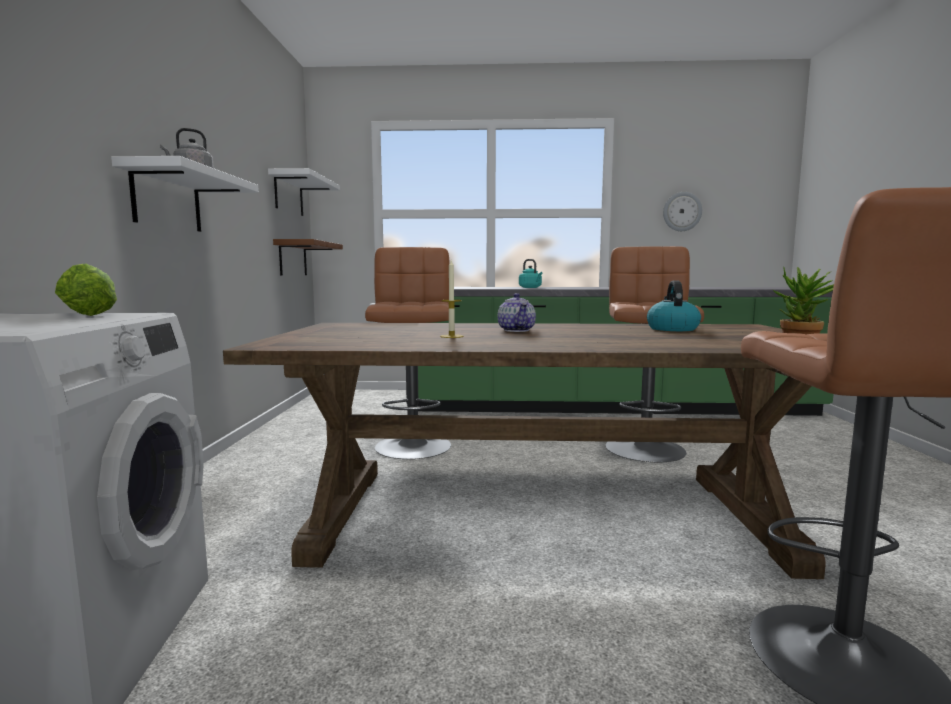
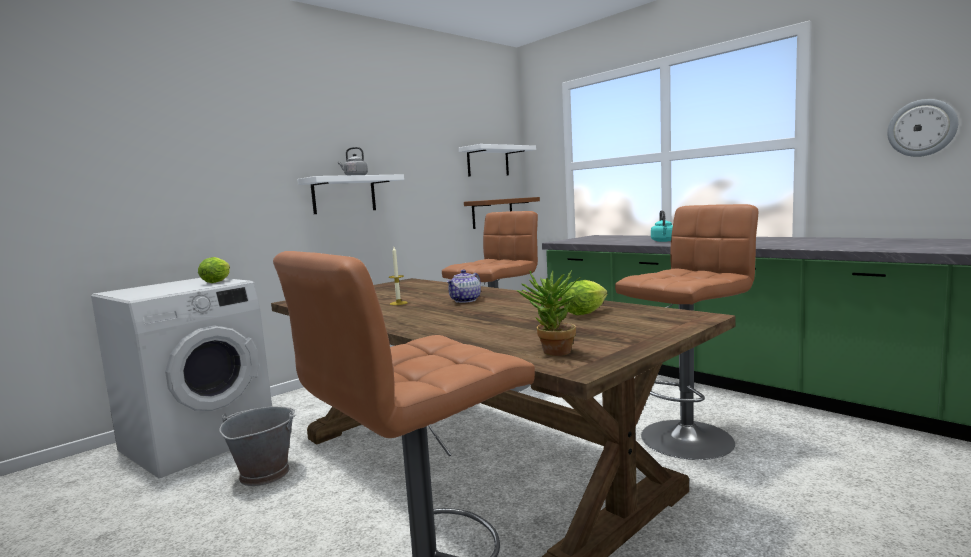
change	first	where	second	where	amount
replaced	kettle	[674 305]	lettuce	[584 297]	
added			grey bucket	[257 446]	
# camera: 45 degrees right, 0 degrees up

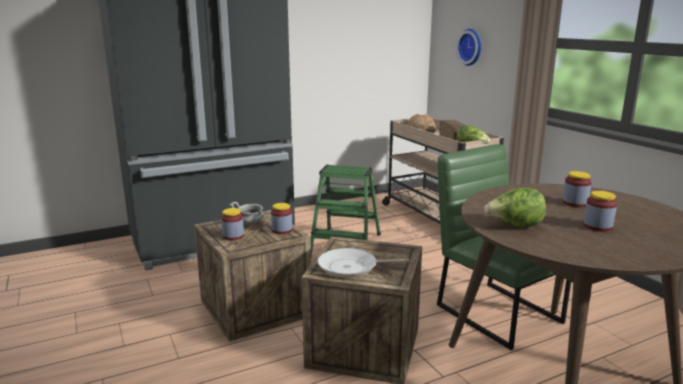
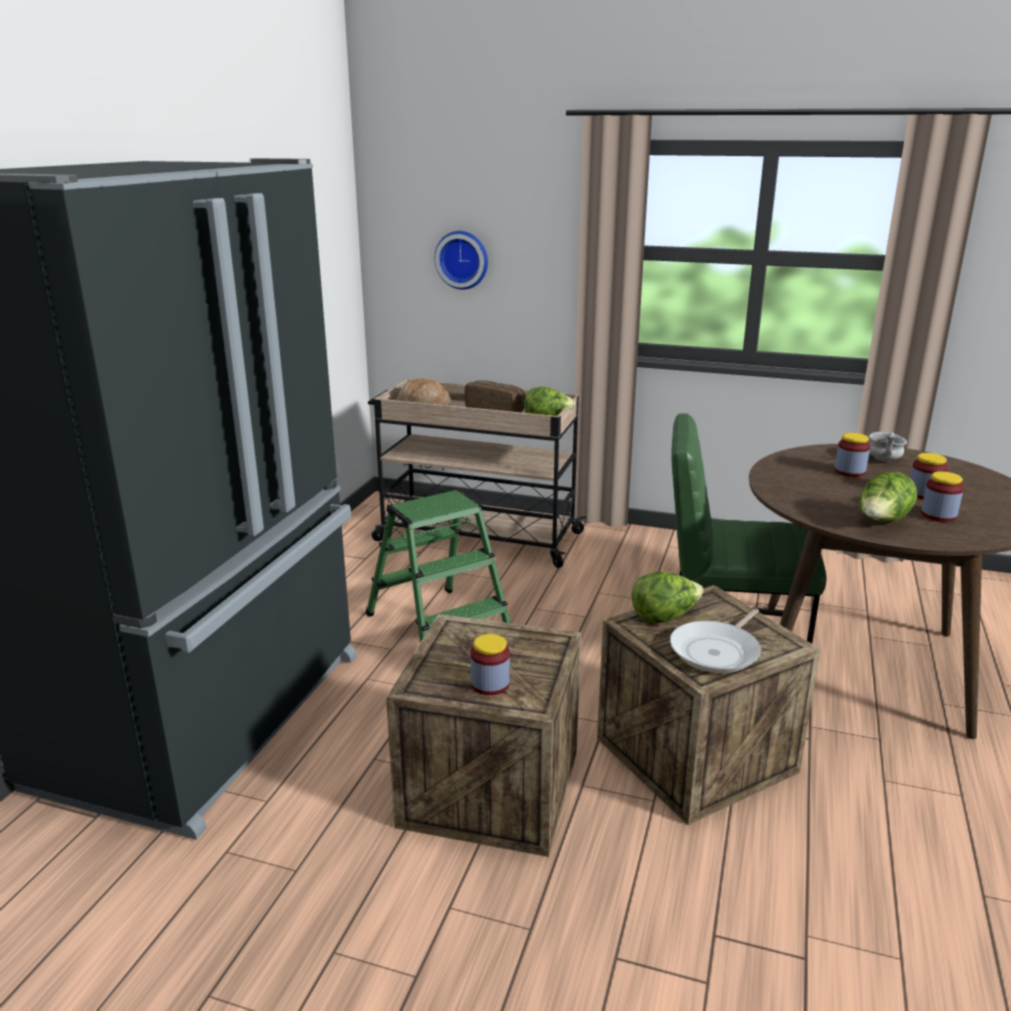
change	first	where	second	where	amount
moved	grey bowl	[246 213]		[887 446]	
moved	jar	[281 218]		[942 496]	
added			lettuce	[668 597]	
# camera: 45 degrees left, 5 degrees up

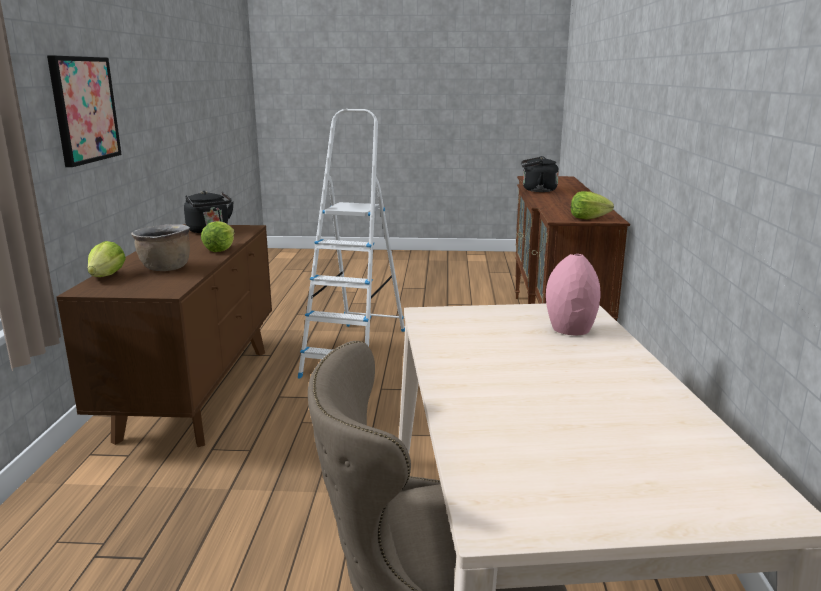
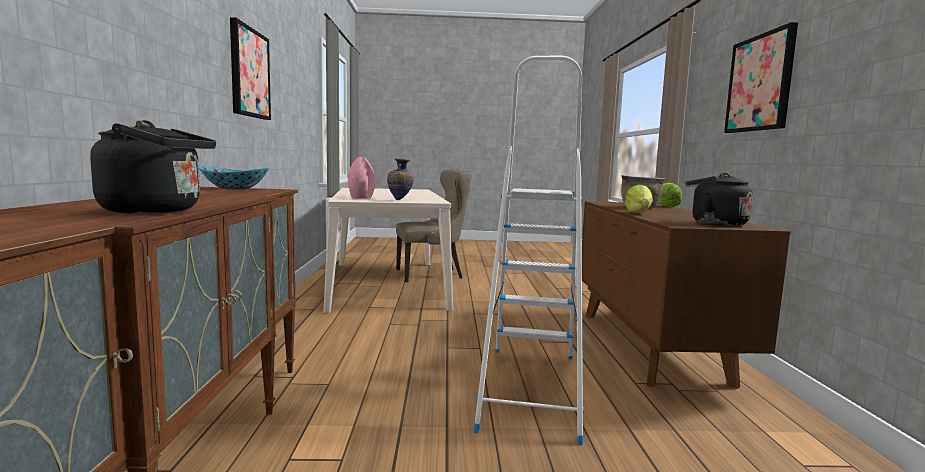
change	first	where	second	where	amount
replaced	lettuce	[592 205]	bowl	[234 178]	
added			picture	[250 68]	
added			vase	[400 179]	
# camera: 175 degrees right, 10 degrees down

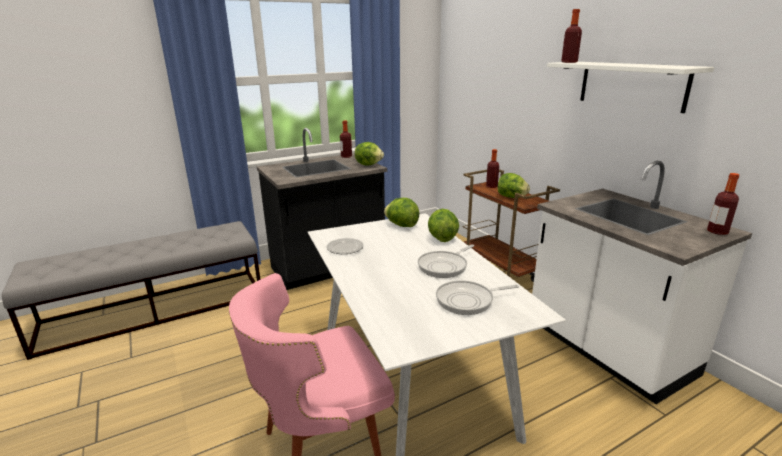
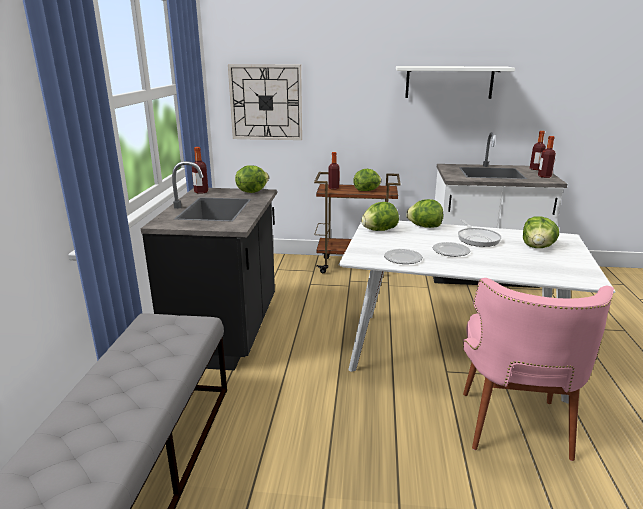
change	first	where	second	where	amount
moved	bottle	[571 36]		[547 157]	
replaced	frying pan	[477 298]	lettuce	[541 232]	
added			wall clock	[265 102]	
added			plate	[451 249]	
# camera: 55 degrees left, 0 degrees up

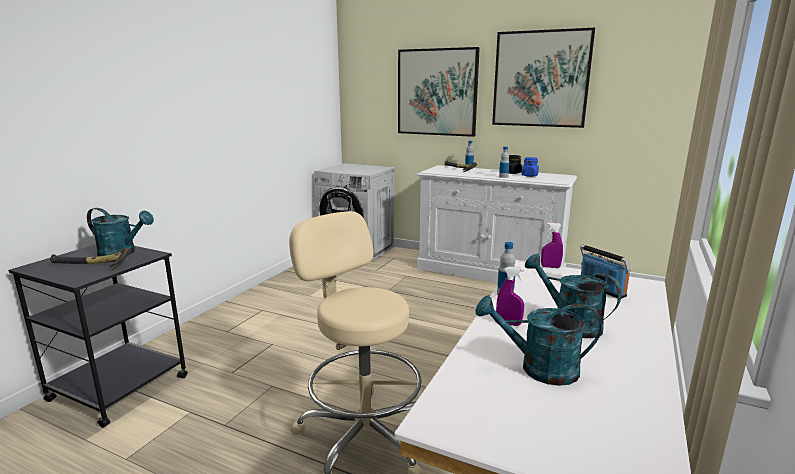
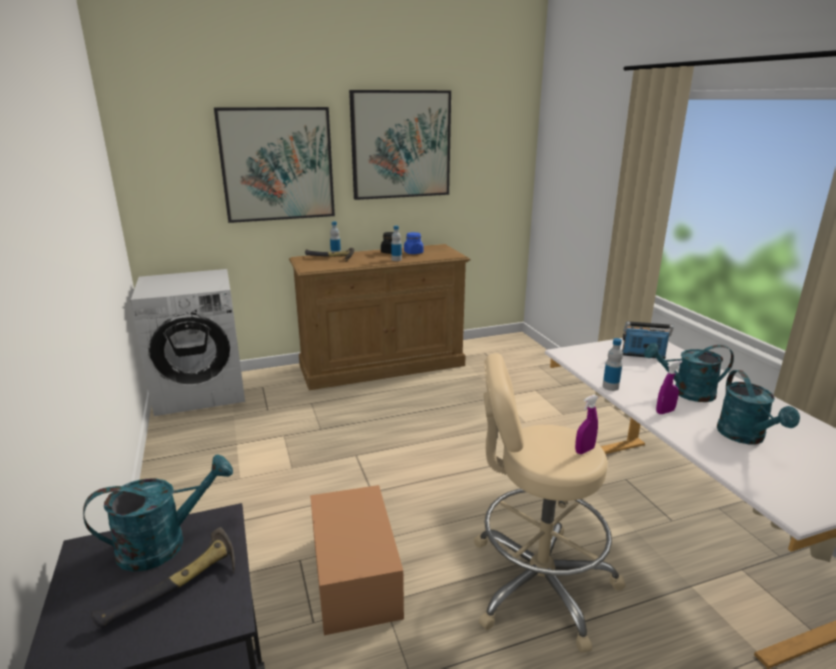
change	first	where	second	where	amount
recoloured	white cabinet	[497 224]	brown cabinet	[380 317]	
moved	purple spray bottle	[552 245]		[586 424]	
turned	turquoise watering can	[538 340]		[758 407]	60 degrees counterclockwise
added			cardboard box	[357 560]	
# camera: 45 degrees left, 5 degrees up

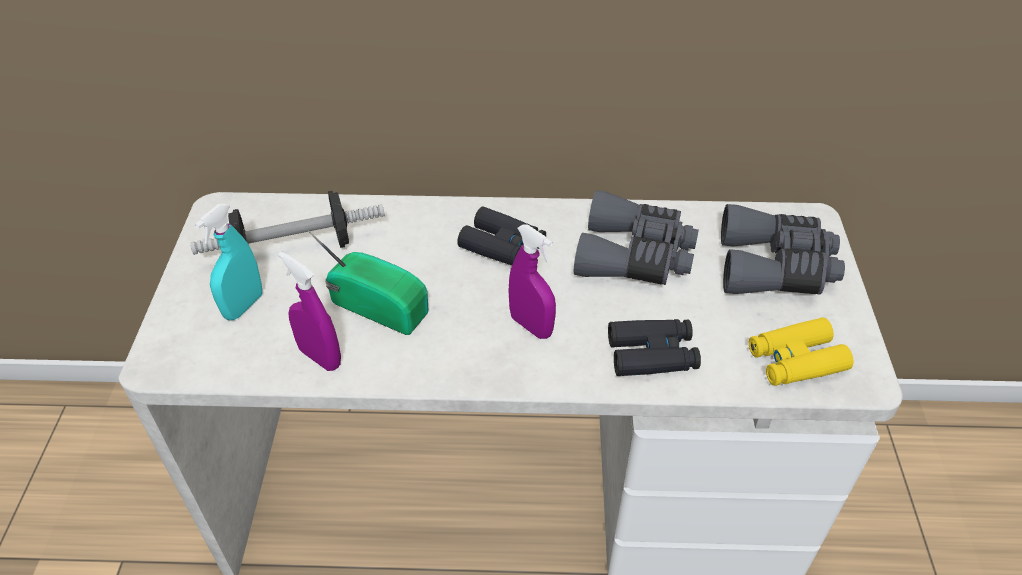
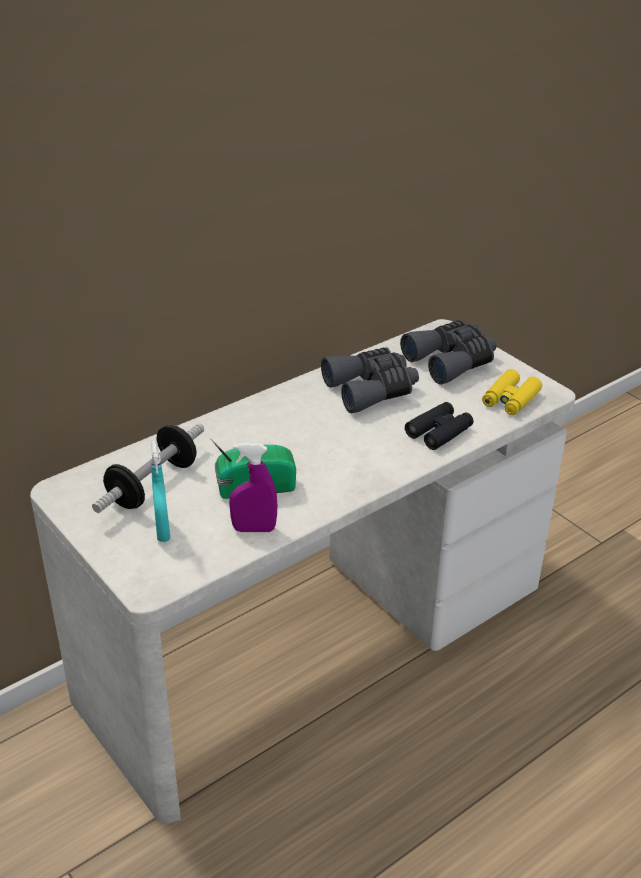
change	first	where	second	where	amount
removed	black binoculars	[501 236]			
removed	purple spray bottle	[532 281]			
# camera: 40 degrees left, 10 degrees down

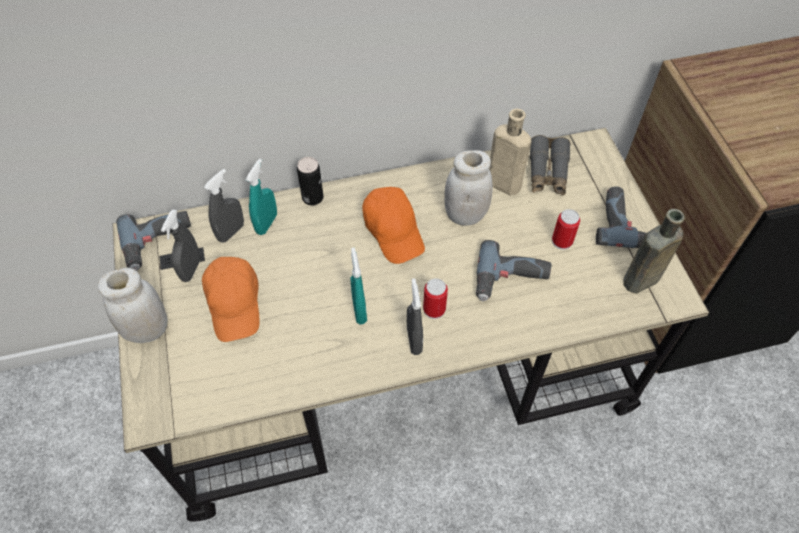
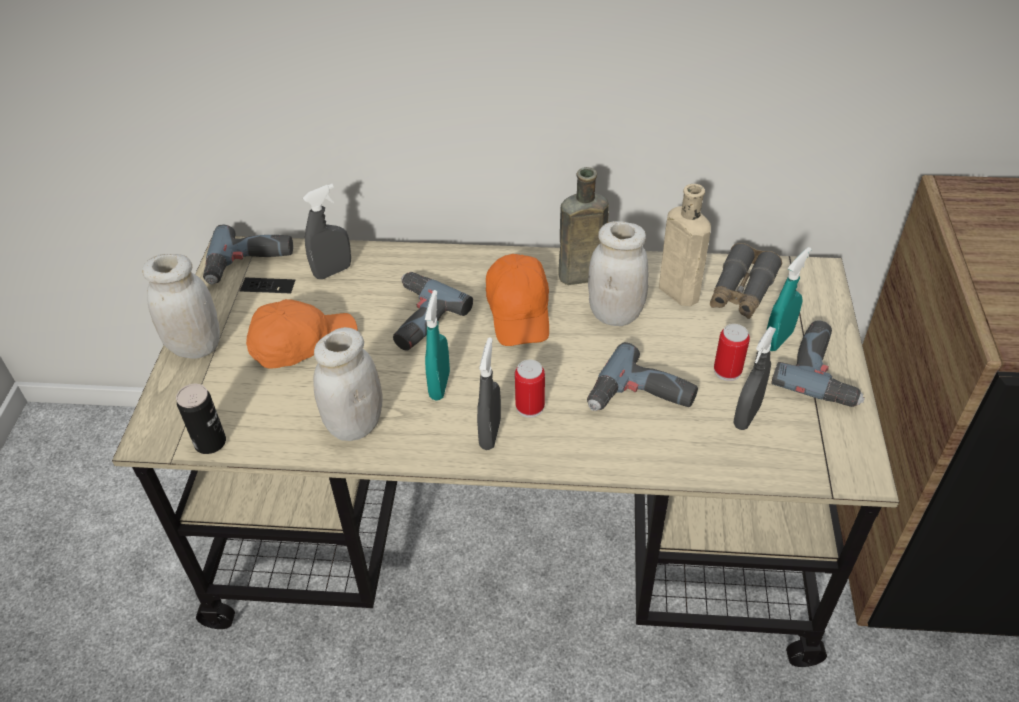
change	first	where	second	where	amount
moved	can	[310 181]		[201 419]	
moved	turquoise spray bottle	[261 197]		[789 299]	
moved	brown bottle	[654 251]		[583 226]	
moved	grey spray bottle	[181 246]		[754 378]	
turned	orange cap	[230 299]		[301 333]	120 degrees counterclockwise
added			power drill	[433 311]	
added			white jar	[347 384]	
# camera: 20 degrees right, 10 degrees down

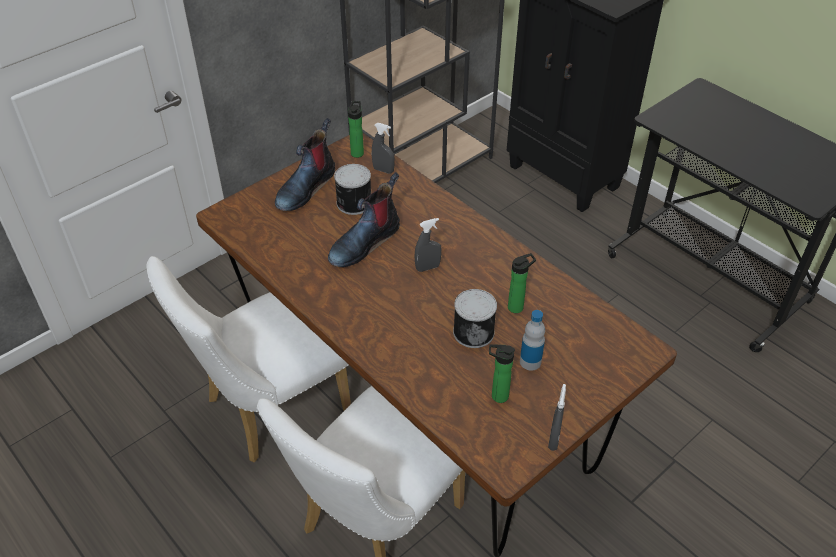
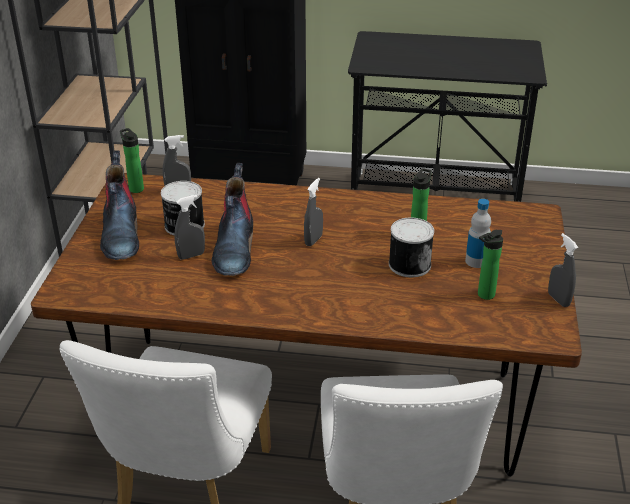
change	first	where	second	where	amount
added			grey spray bottle	[189 227]	
# camera: 40 degrees left, 10 degrees down

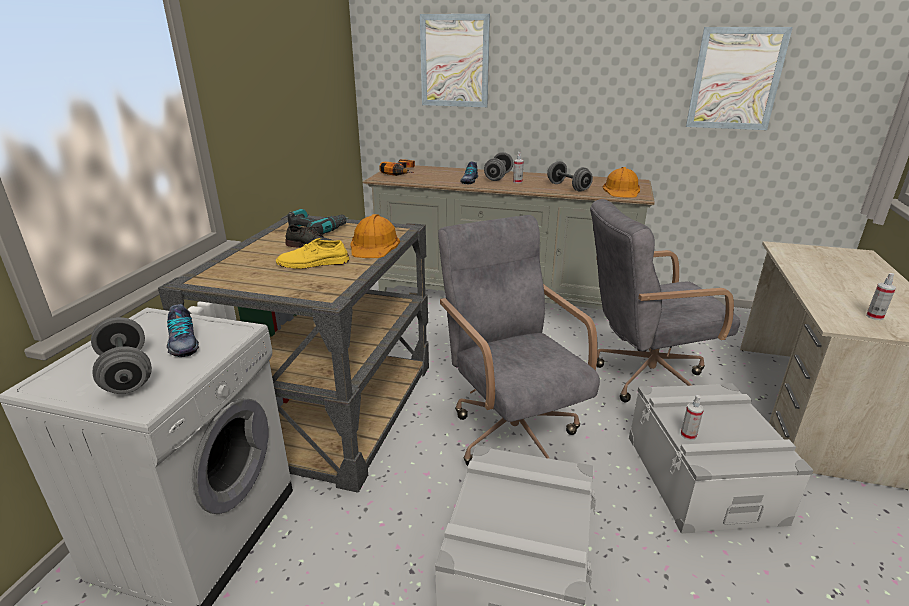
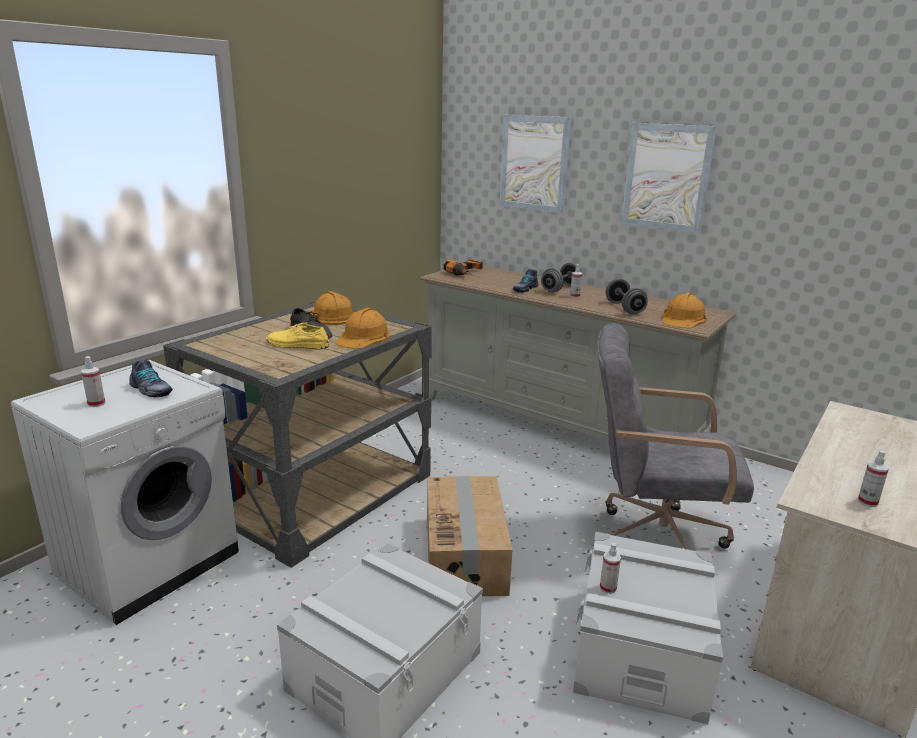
change	first	where	second	where	amount
moved	picture	[739 78]		[669 178]	
replaced	power drill	[318 222]	orange hard hat	[331 308]	
replaced	grey office chair	[519 340]	cardboard box	[469 536]	
turned	shoe	[183 330]		[151 378]	45 degrees counterclockwise
replaced	grey dumbbell	[121 355]	spray bottle	[93 381]	
# camera: 20 degrees right, 5 degrees down

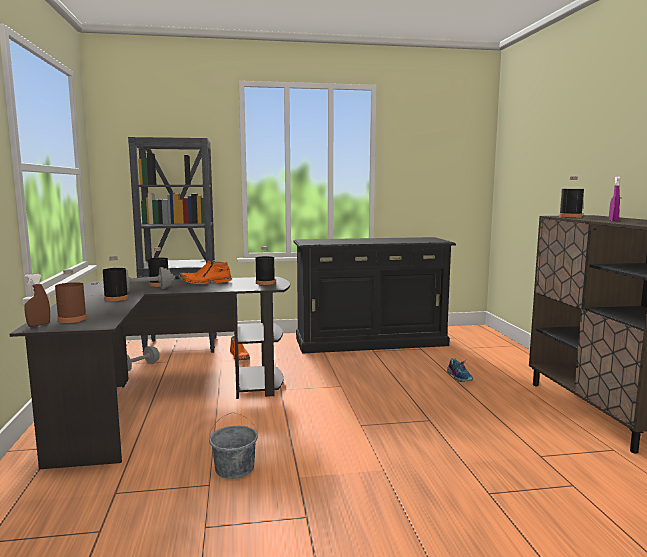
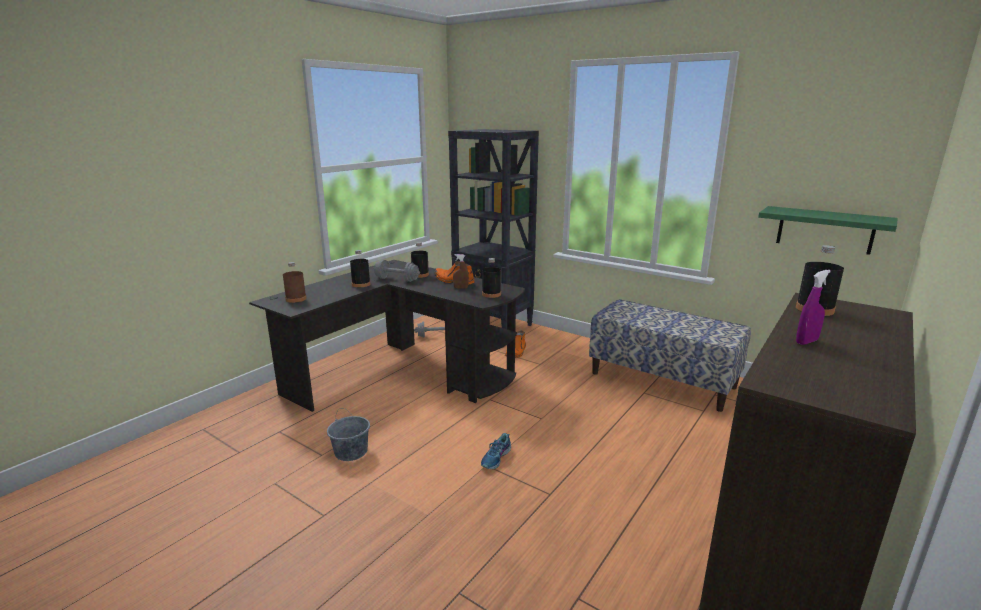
change	first	where	second	where	amount
replaced	black cabinet	[375 295]	bench	[670 355]	
moved	brown spray bottle	[37 300]		[461 271]	
moved	shoe	[460 370]		[496 451]	
added			green shelf	[828 230]	
# camera: 45 degrees right, 10 degrees up

